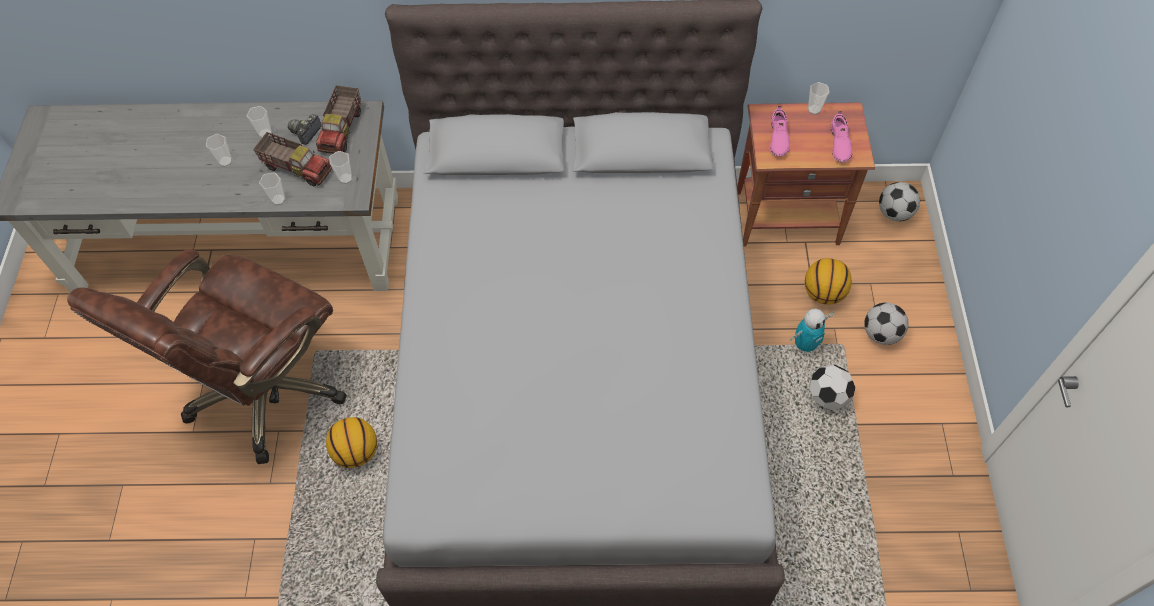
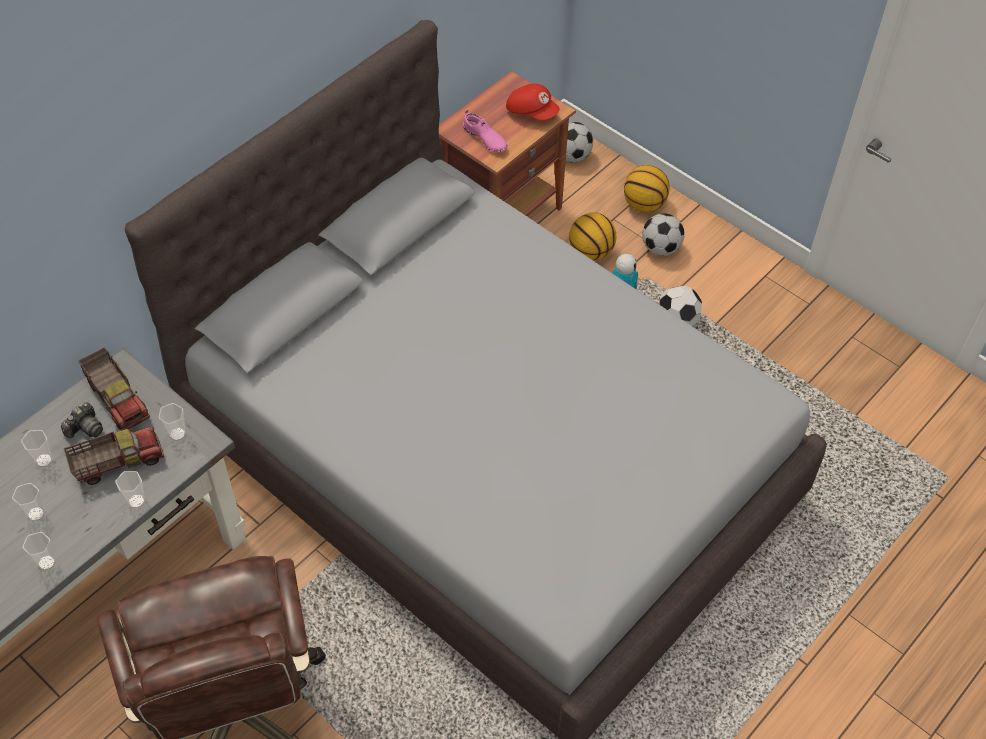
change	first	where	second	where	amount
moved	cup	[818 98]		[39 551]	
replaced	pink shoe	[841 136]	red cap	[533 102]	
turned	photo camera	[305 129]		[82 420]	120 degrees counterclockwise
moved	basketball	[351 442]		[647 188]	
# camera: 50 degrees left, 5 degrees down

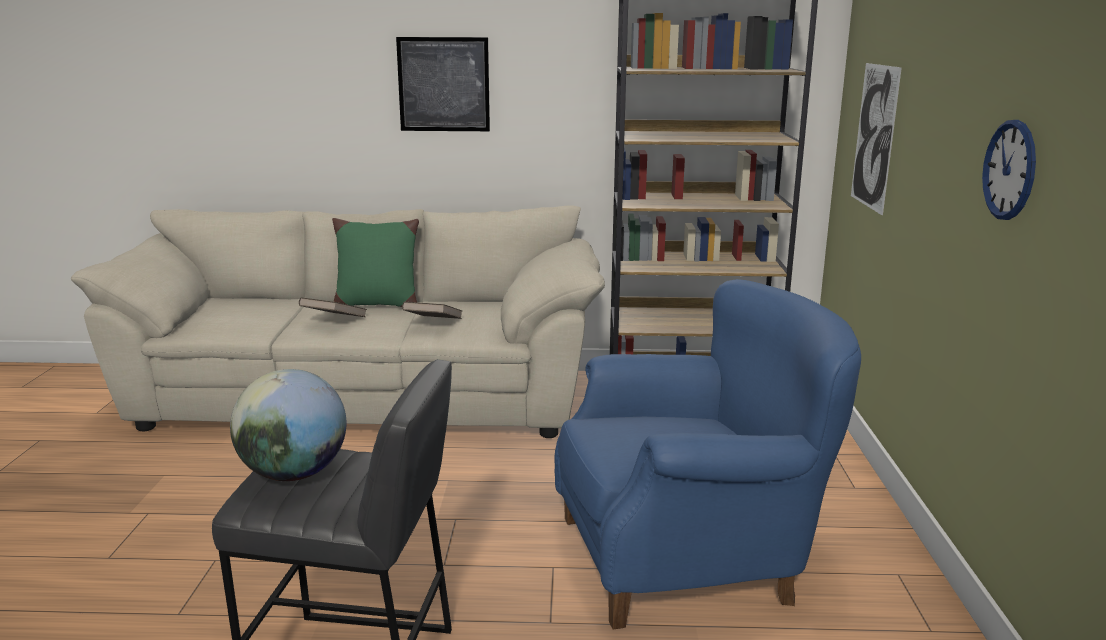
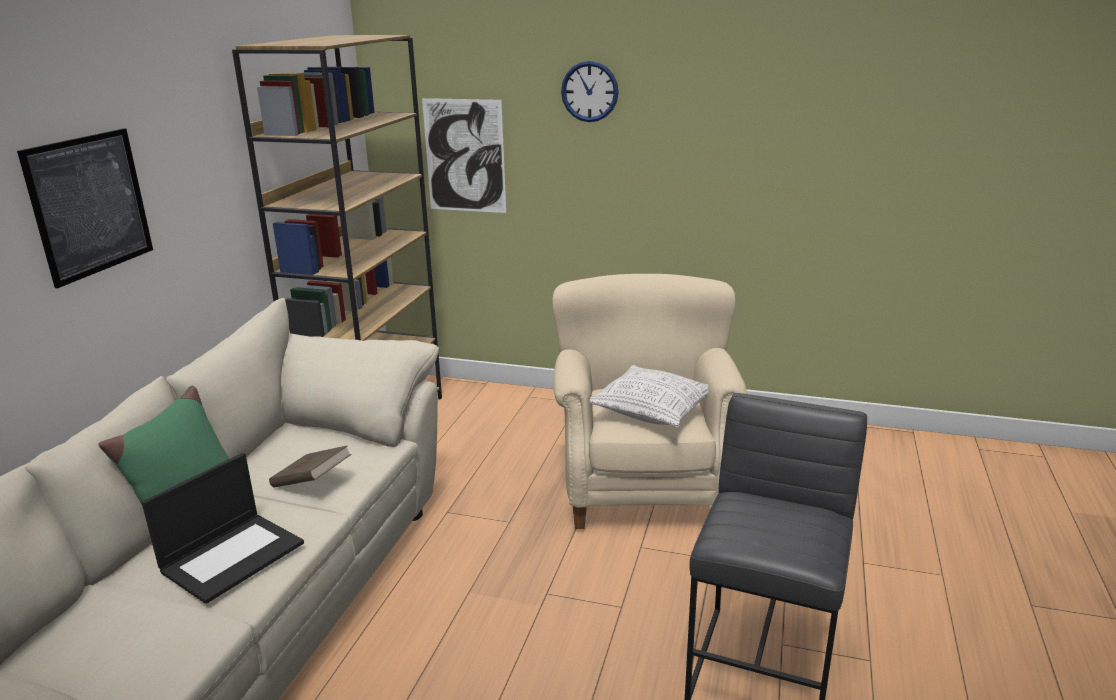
change	first	where	second	where	amount
moved	wall clock	[1009 170]		[590 91]	
recoloured	blue armchair	[708 454]	beige armchair	[649 401]	
replaced	brown book	[333 307]	laptop	[223 528]	
removed	globe	[288 425]			
added			pillow	[649 396]	
# camera: 75 degrees left, 5 degrees up

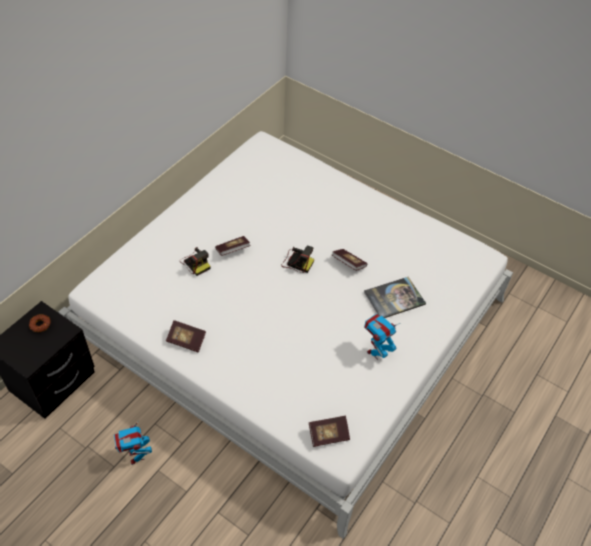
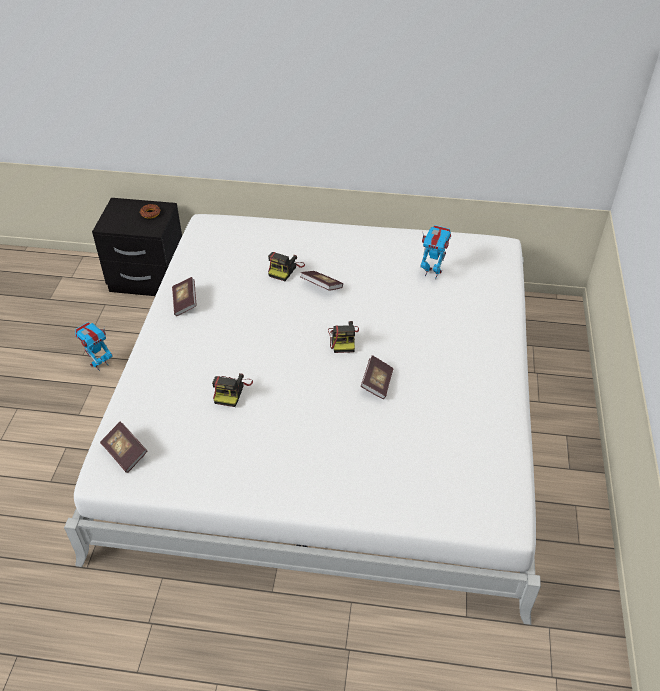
change	first	where	second	where	amount
removed	book	[395 297]			
moved	toy robot	[382 336]		[436 252]	
added			photo camera	[232 390]	
# camera: 65 degrees right, 5 degrees down

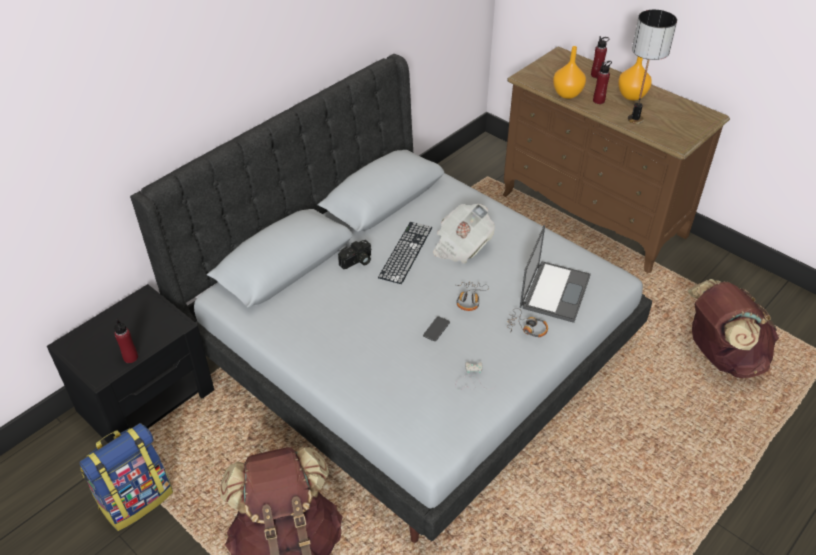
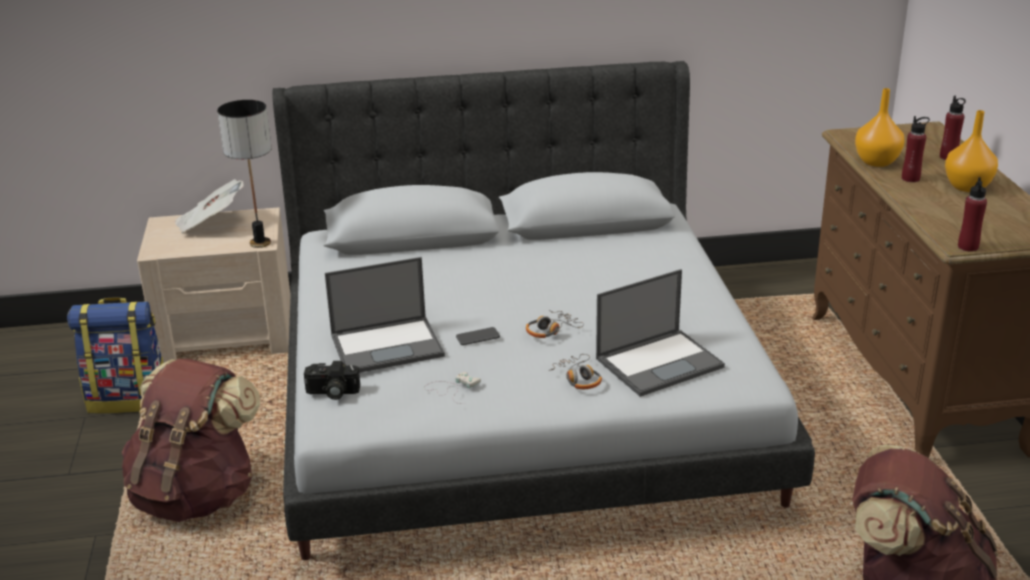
change	first	where	second	where	amount
moved	table lamp	[652 67]		[244 174]	
moved	newspaper	[464 233]		[209 206]	
removed	keyboard	[405 253]			
moved	photo camera	[354 254]		[332 380]	
recoloured	black nightstand	[130 363]	beige nightstand	[214 285]	
moved	red bottle	[126 340]		[972 214]	
added			laptop	[385 315]	
# camera: 40 degrees right, 15 degrees down

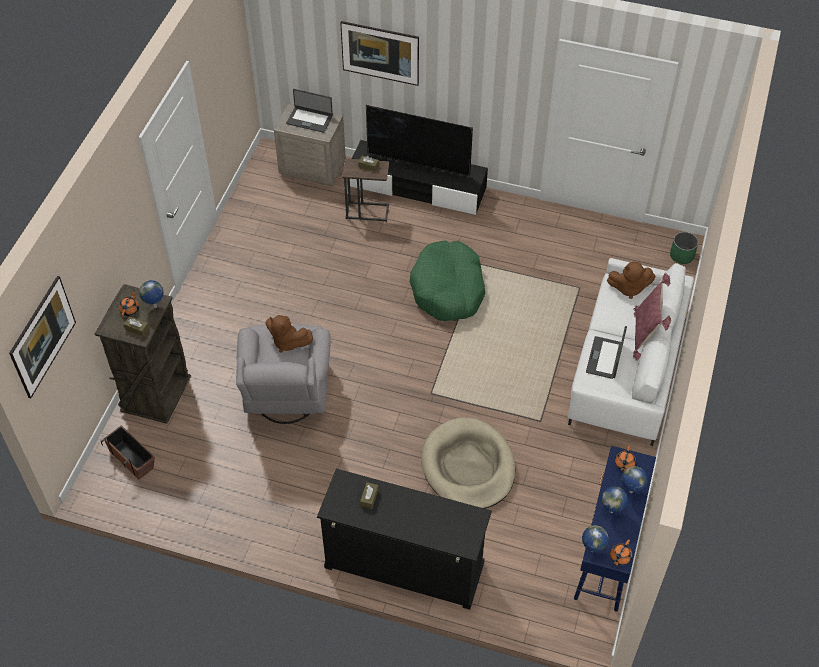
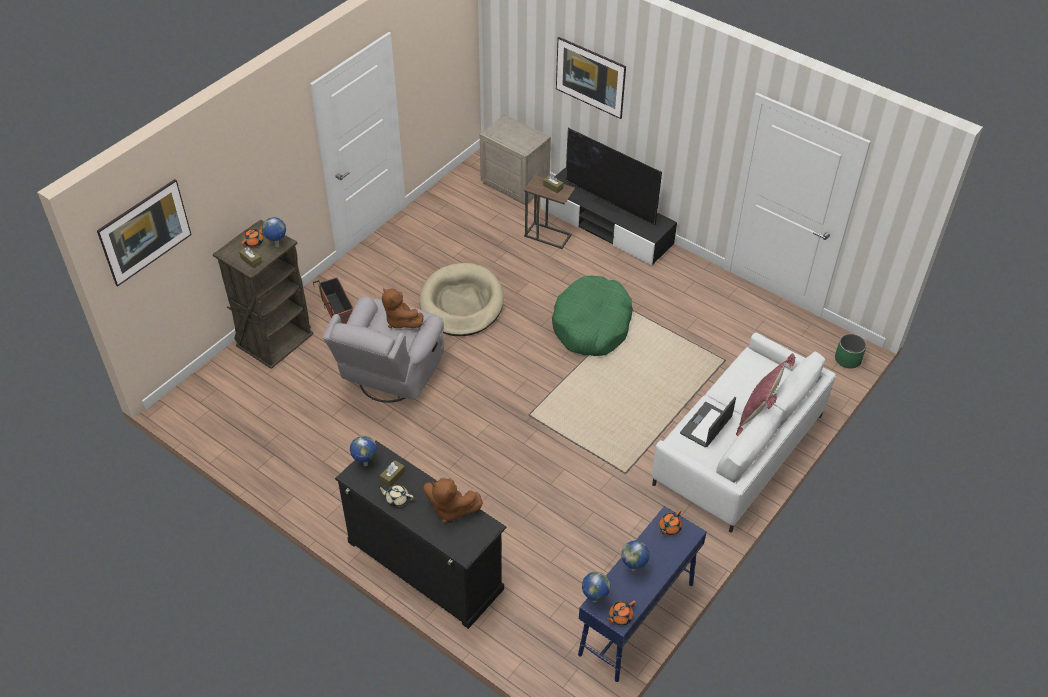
change	first	where	second	where	amount
removed	laptop	[309 111]			
moved	brown plush toy	[631 280]		[453 500]	
moved	beige dog bed	[468 463]		[461 299]	
moved	planter	[128 452]		[333 300]	
moved	globe	[635 479]		[363 451]	
added			beige teapot	[396 495]	
# camera: 20 degrees right, 5 degrees down

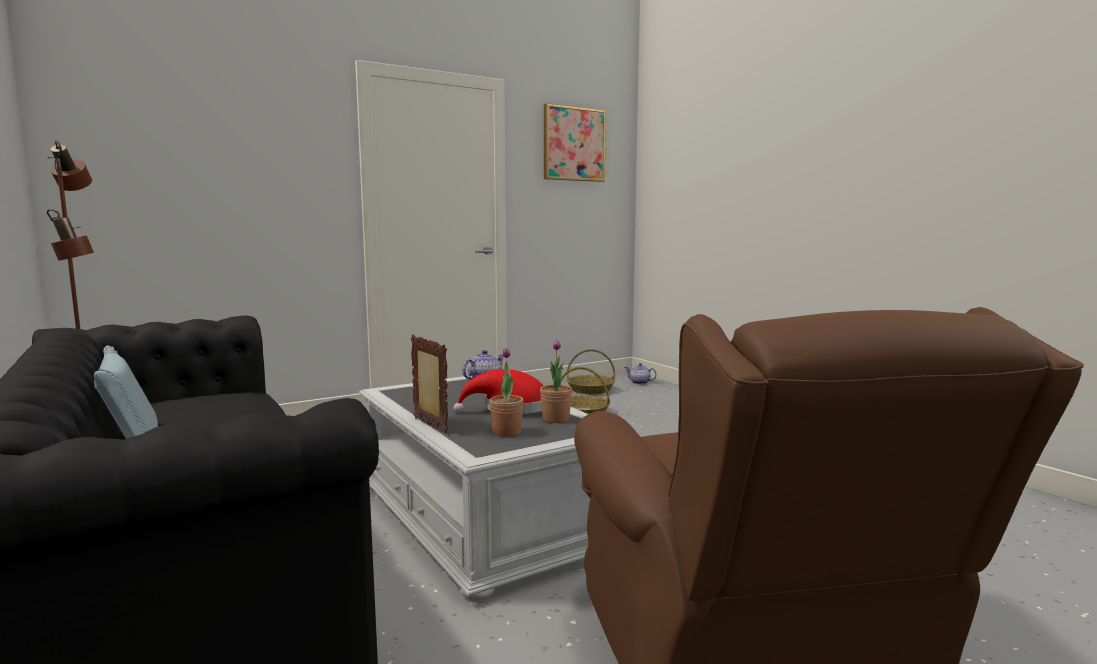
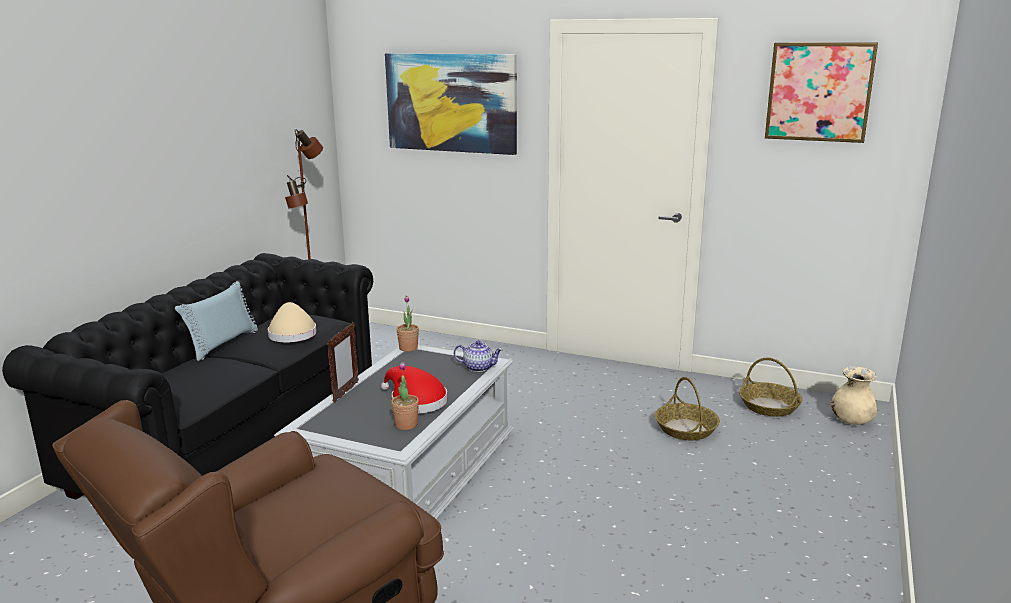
change	first	where	second	where	amount
moved	potted plant	[506 392]		[407 324]	
replaced	teapot	[641 373]	beige vase	[854 396]	
added			picture	[451 104]	
added			beige hat	[292 322]	
# camera: 55 degrees right, 10 degrees up

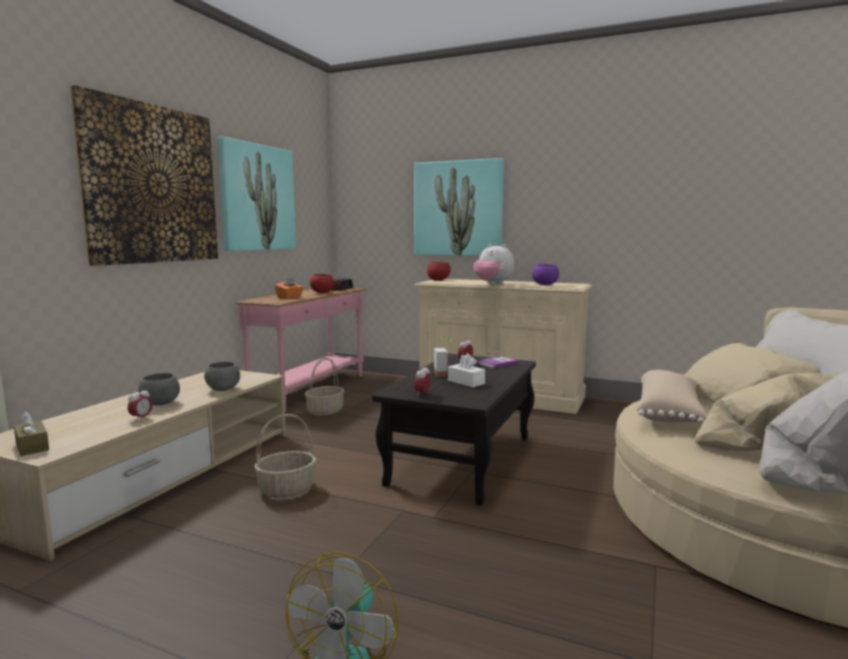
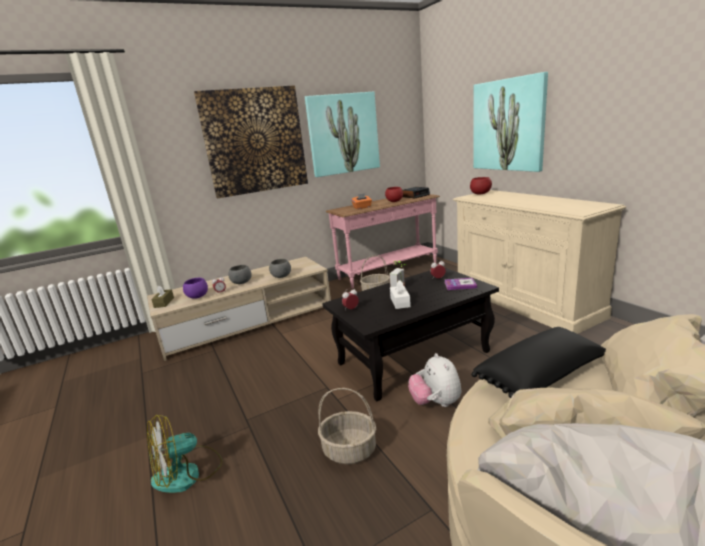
change	first	where	second	where	amount
moved	plush toy	[494 264]		[434 380]	
moved	purple bowl	[545 274]		[195 288]	
recoloured	beige pillow	[672 397]	black pillow	[538 362]	
moved	basket	[286 456]		[347 426]	
# camera: 40 degrees right, 10 degrees up

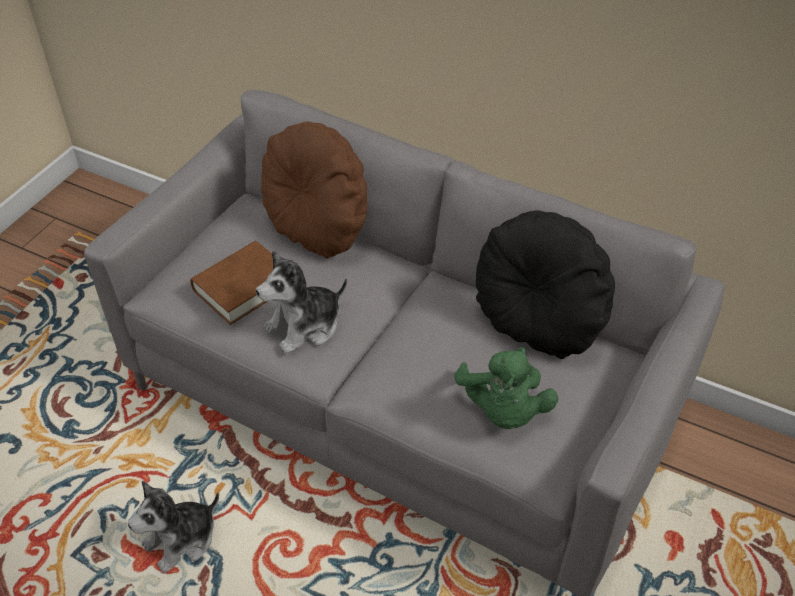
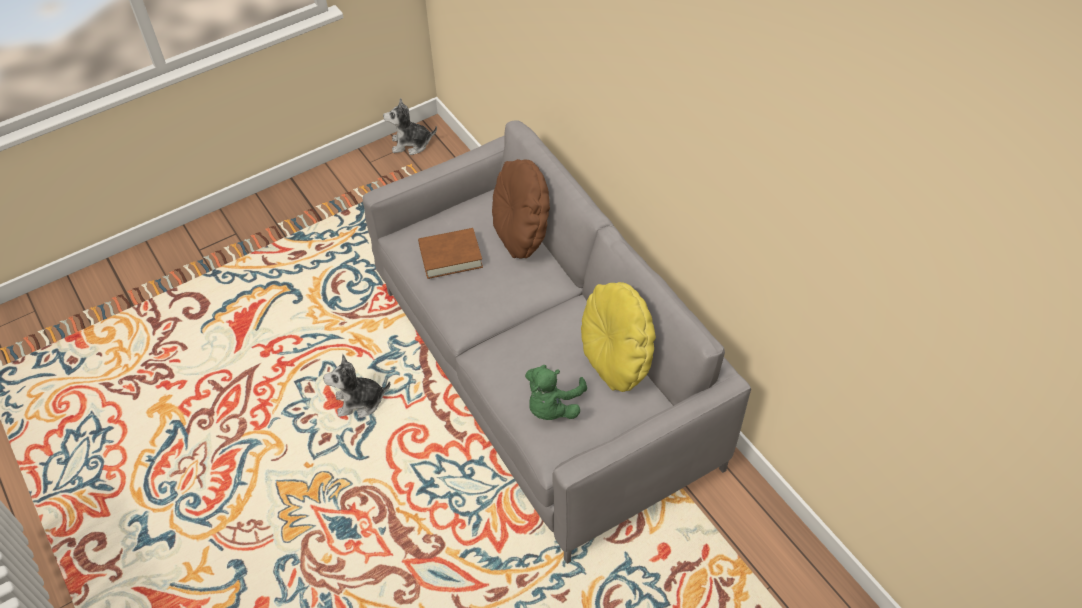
change	first	where	second	where	amount
recoloured	black pillow	[545 284]	yellow pillow	[618 337]	
moved	plush toy	[301 302]		[410 126]	
# camera: 30 degrees right, 5 degrees up

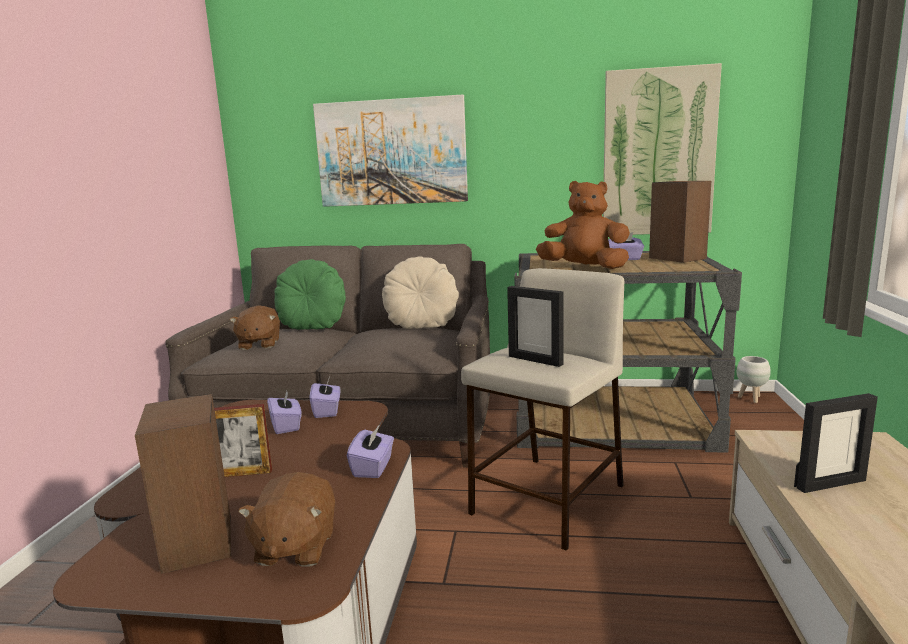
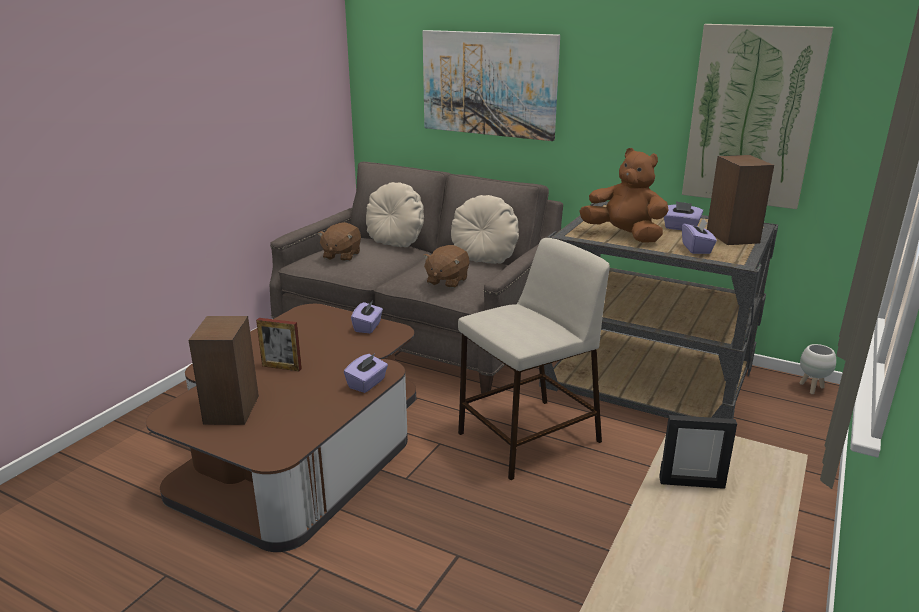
change	first	where	second	where	amount
recoloured	green pillow	[310 294]	beige pillow	[395 214]	
removed	picture frame	[535 326]			
moved	purple tissue box	[284 412]		[699 236]	
moved	brown plush toy	[286 519]		[446 266]	
# camera: 20 degrees right, 10 degrees up

